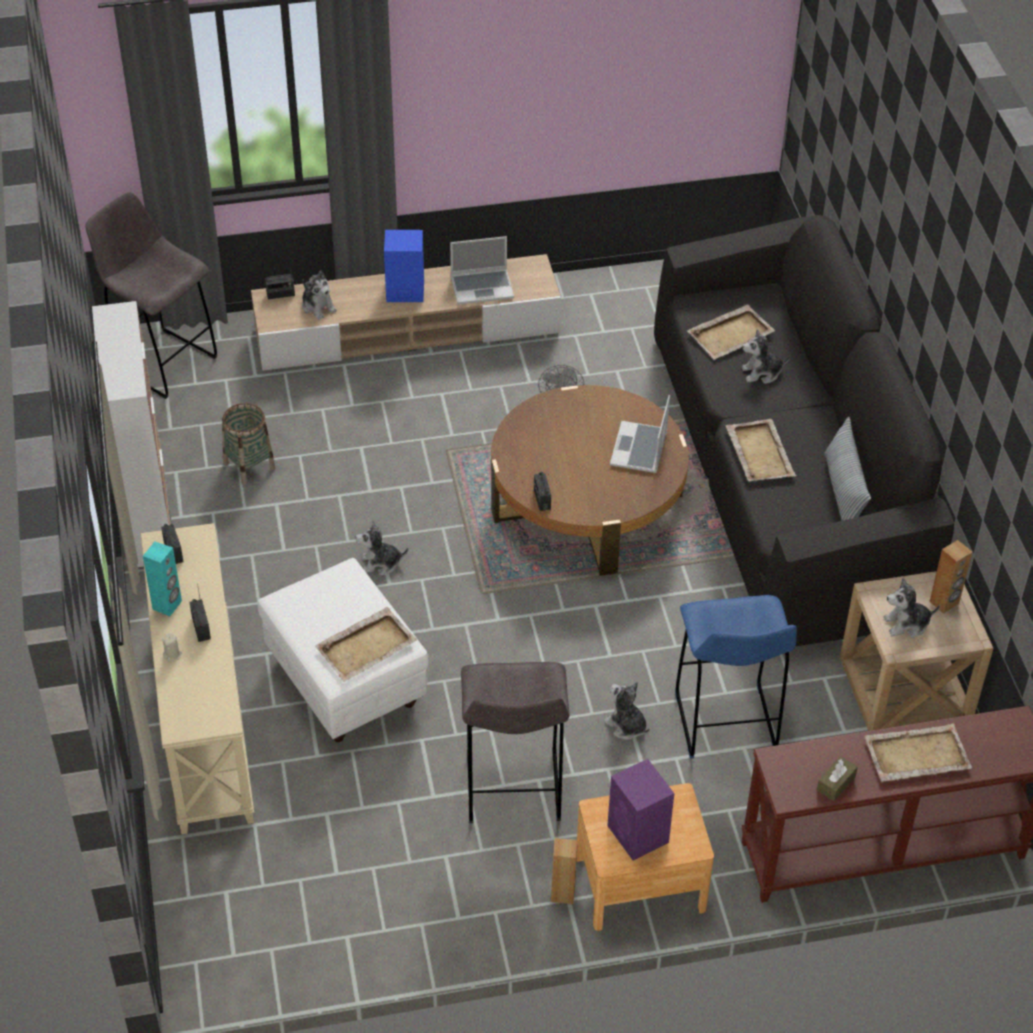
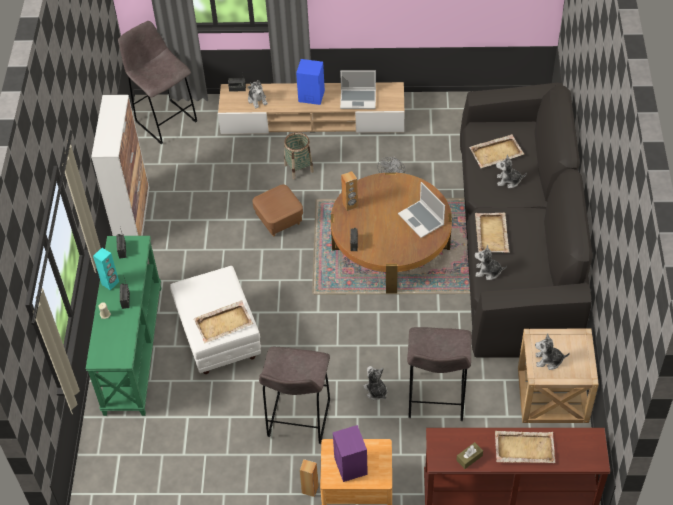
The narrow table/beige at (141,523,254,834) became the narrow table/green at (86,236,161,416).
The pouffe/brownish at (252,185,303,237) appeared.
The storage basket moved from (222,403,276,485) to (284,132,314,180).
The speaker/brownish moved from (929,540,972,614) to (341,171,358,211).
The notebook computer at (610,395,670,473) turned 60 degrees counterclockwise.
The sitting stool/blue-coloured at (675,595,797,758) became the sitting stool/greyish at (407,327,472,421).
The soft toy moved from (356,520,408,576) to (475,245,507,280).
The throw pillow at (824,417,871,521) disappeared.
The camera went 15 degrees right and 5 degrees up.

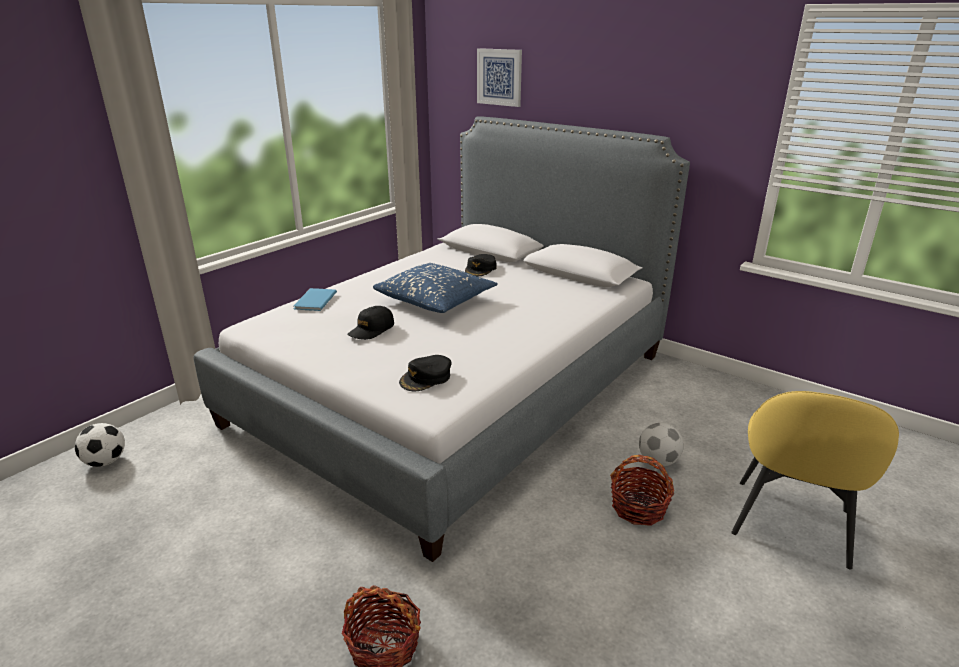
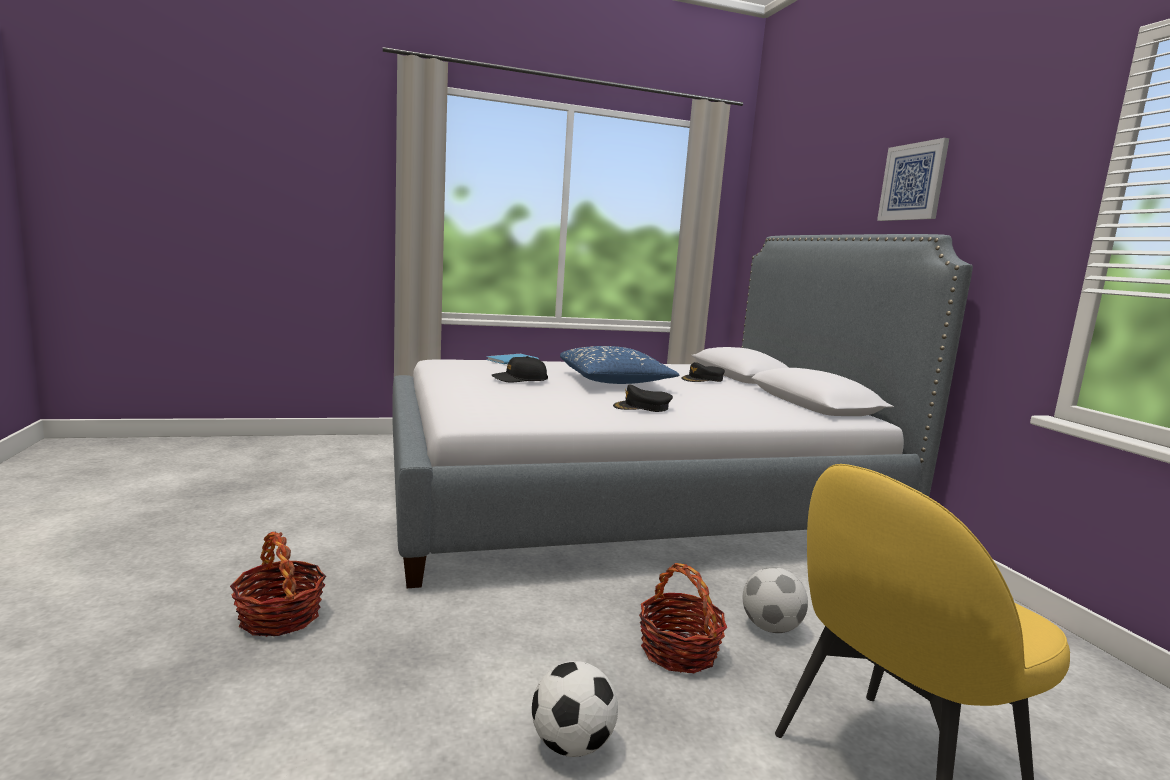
The football ball moved from (75,423,125,467) to (532,661,618,757).
The cap/black moved from (399,355,451,391) to (613,385,673,412).
The wall picture moved from (477,48,522,107) to (877,138,949,221).
The camera went 35 degrees right and 15 degrees down.

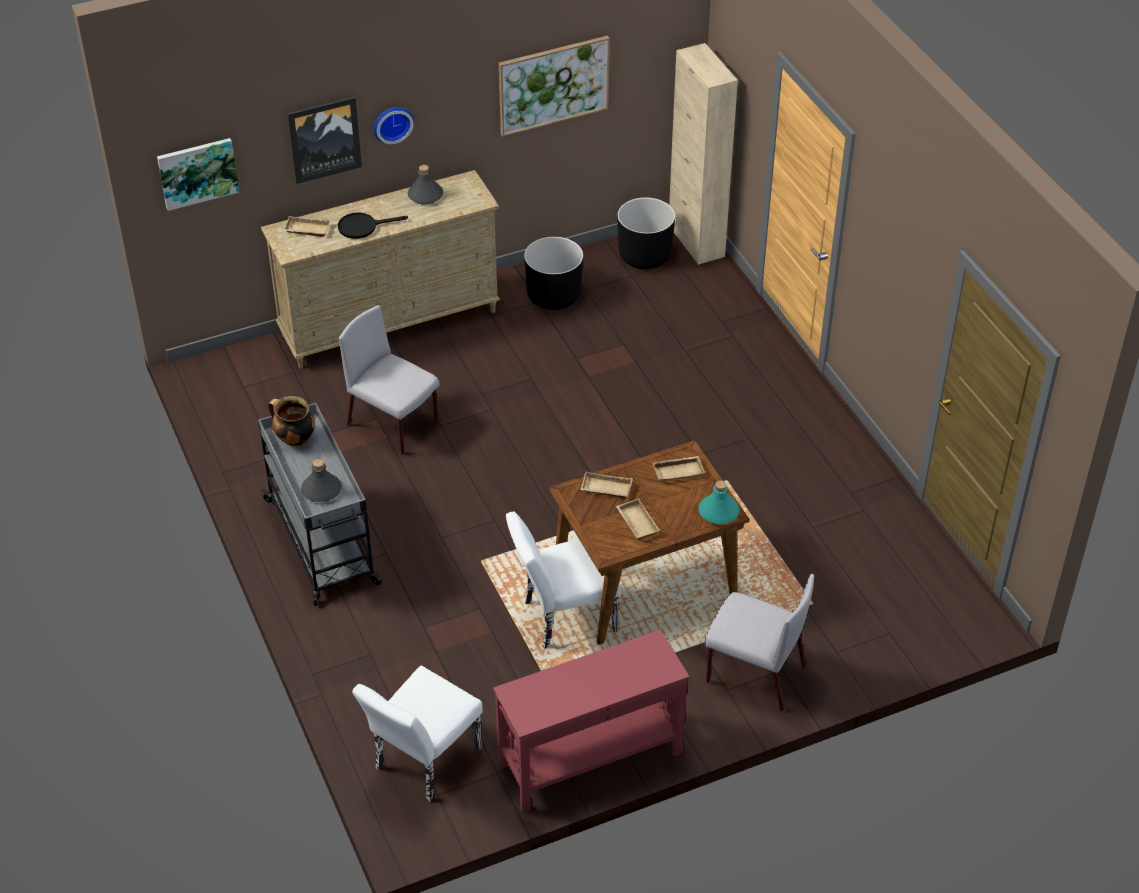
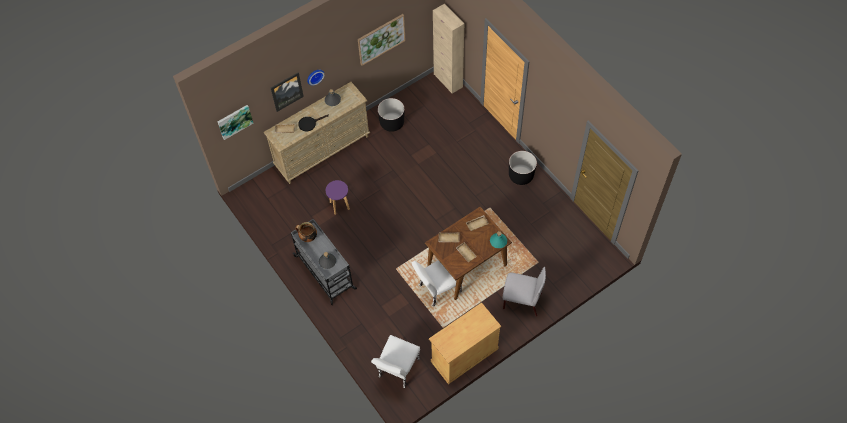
The upright chair/greyish at (339,305,440,455) was replaced by the sitting stool/purple-coloured at (326,180,350,215).
The narrow table/red-coloured at (493,629,690,813) was replaced by the storage cabinet/beige at (429,302,501,384).
The plant pot/black moved from (617,197,675,269) to (509,151,537,185).
The camera went 10 degrees left and 15 degrees up.

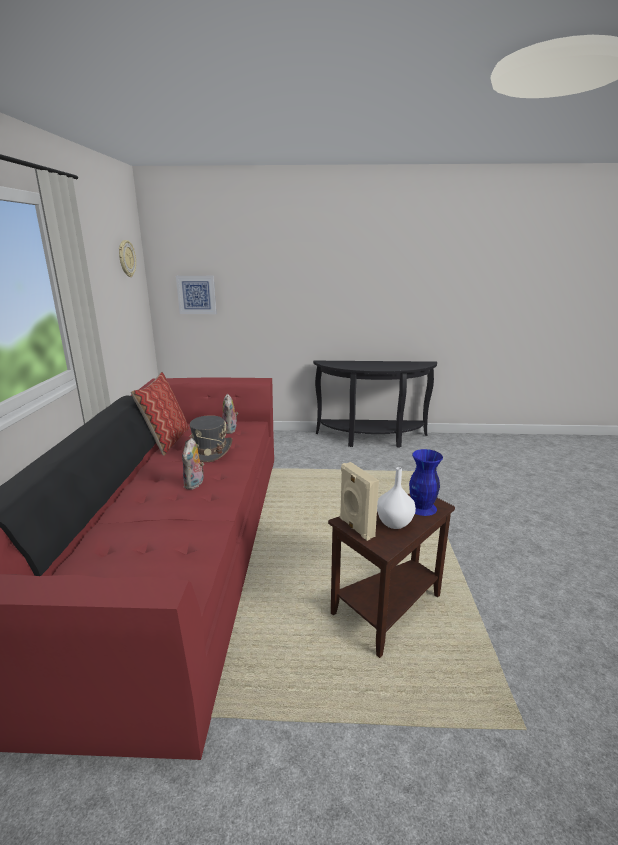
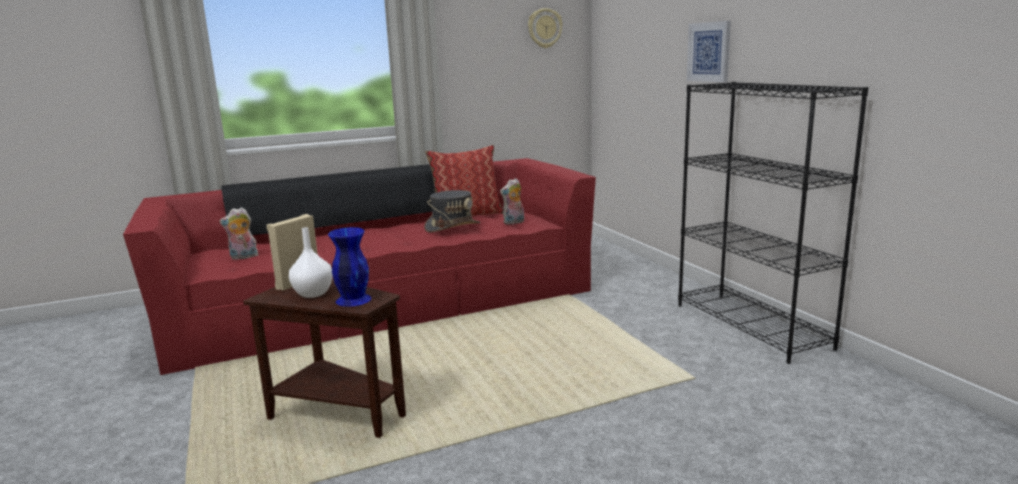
The soft toy moved from (182,438,204,490) to (220,207,258,260).
The narrow table/black at (313,361,437,448) was replaced by the bookshelf/black at (678,82,868,364).
The wall picture moved from (176,276,216,314) to (687,21,731,82).
The camera went 65 degrees right and 5 degrees down.

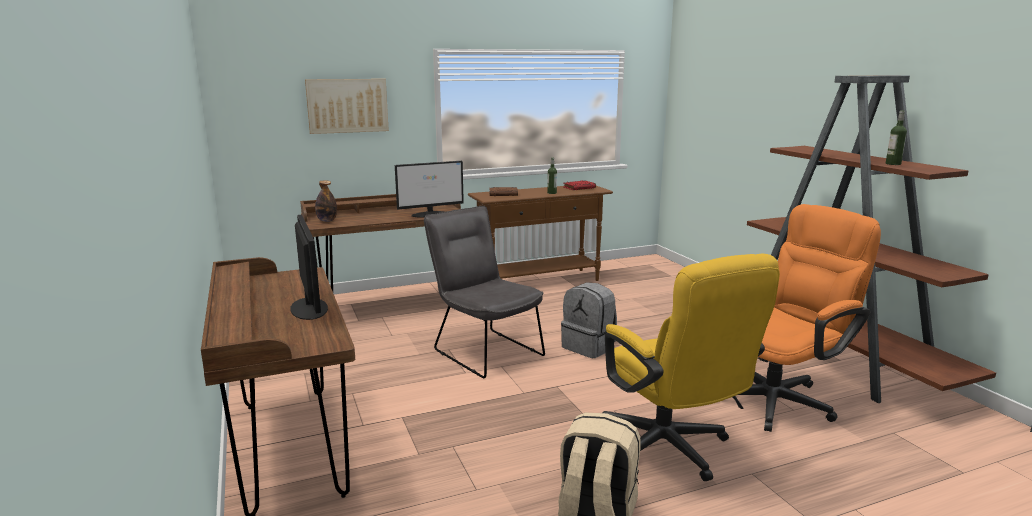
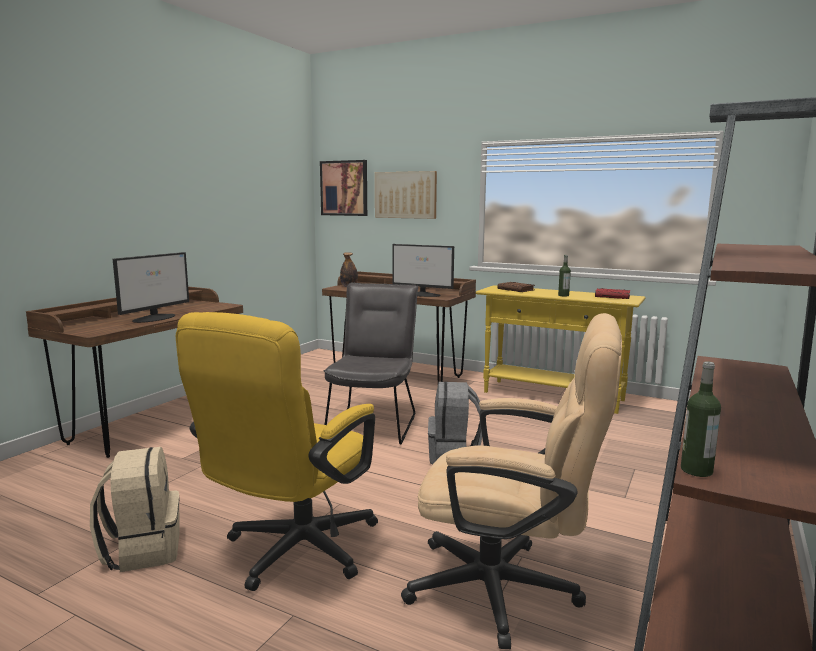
The wall picture at (320,160,367,216) appeared.
The desk chair/orange at (738,204,881,432) became the desk chair/beige at (401,313,622,649).
The narrow table/brownish at (468,186,613,281) became the narrow table/yellow-coloured at (476,285,646,414).
The bottle moved from (886,111,907,165) to (681,361,721,477).
The camera went 50 degrees right and 5 degrees down.

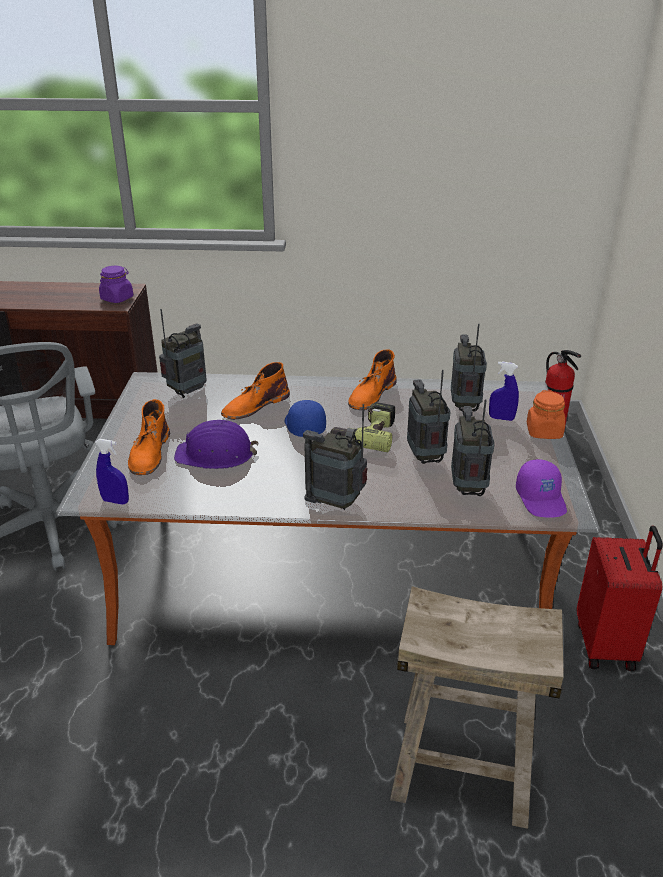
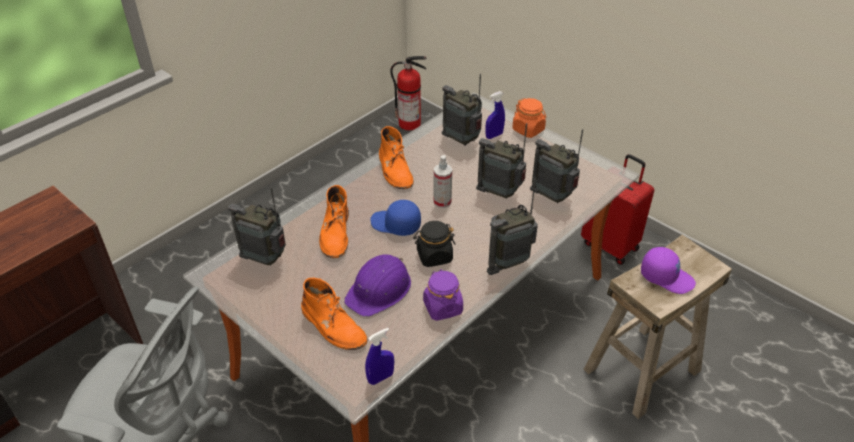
The radio set at (159,309,207,398) turned 60 degrees counterclockwise.
The jar/black at (413,221,455,267) appeared.
The jar/purple-coloured moved from (99,266,133,303) to (423,269,463,321).
The power drill at (329,402,395,452) was replaced by the hand sprayer at (433,155,452,208).
The cap/purple-coloured moved from (516,459,567,518) to (641,247,696,294).
The camera went 50 degrees left and 10 degrees up.

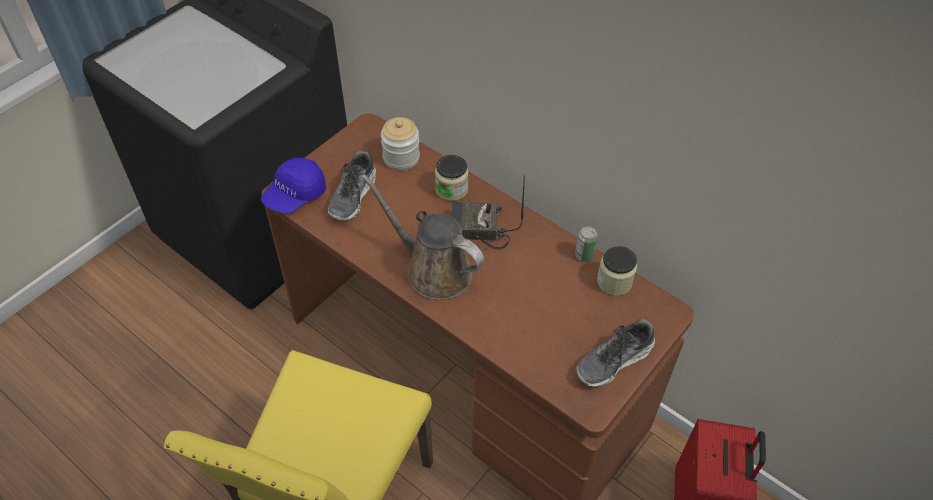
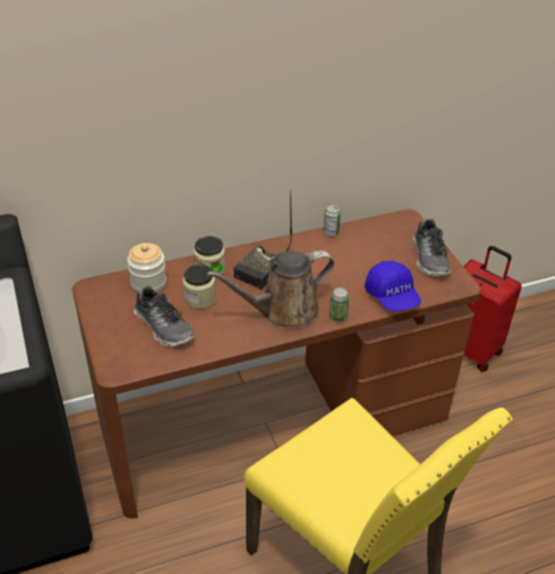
The jar moved from (597,246,637,295) to (183,264,216,309).
The can at (329,287,349,322) appeared.
The cap/blue-coloured moved from (261,157,326,213) to (365,261,421,311).
The camera went 60 degrees left and 10 degrees down.

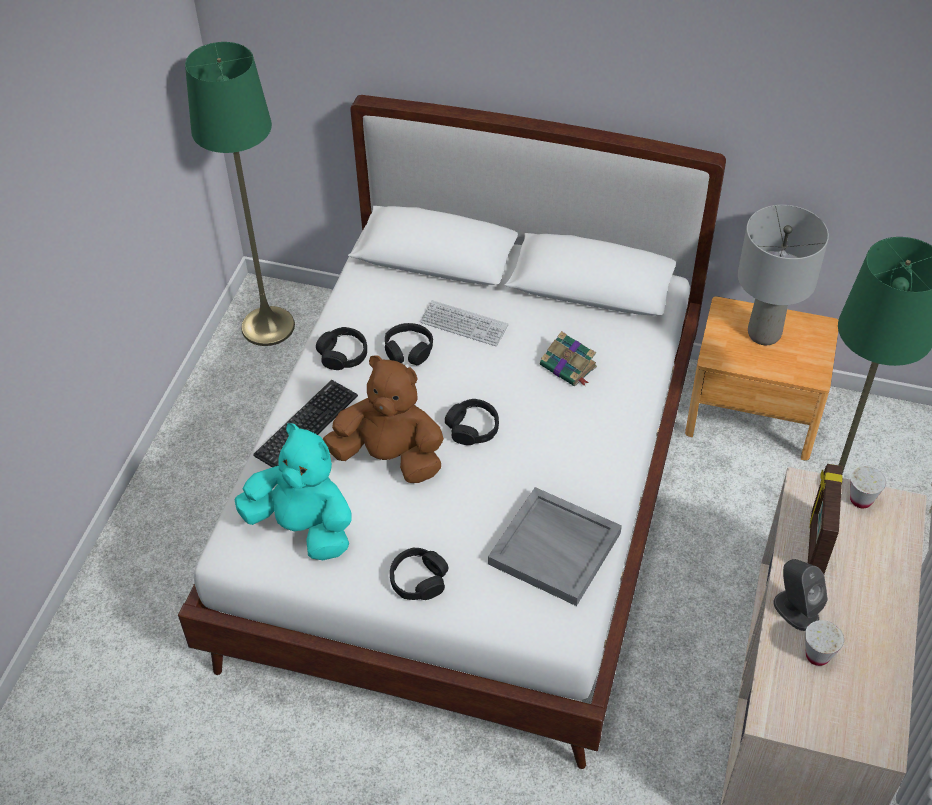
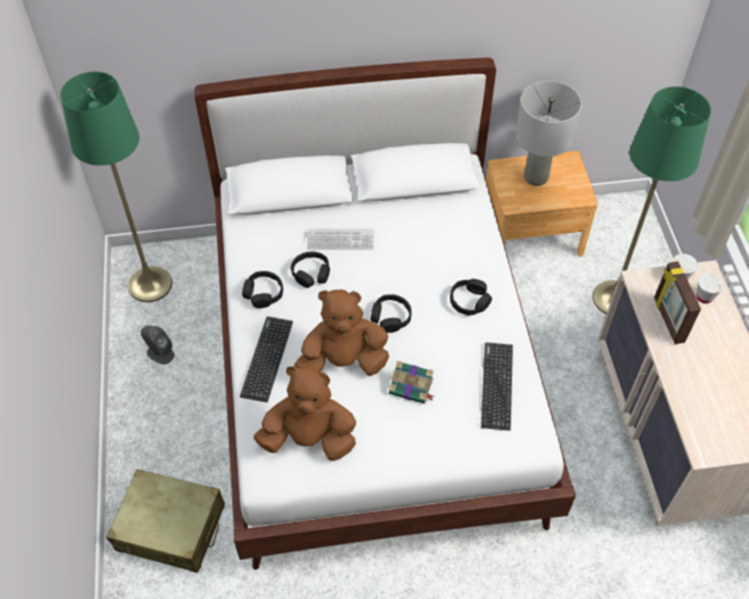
The suitcase/beige at (106,469,225,573) appeared.
The speaker/greyish moved from (773,559,828,631) to (141,326,174,364).
The soft toy/turquoise-coloured at (234,423,352,560) became the soft toy/brownish at (254,366,356,461).
The volume moved from (540,331,597,386) to (389,361,435,404).
The headset/black moved from (390,548,448,600) to (450,279,492,316).
The serving tray/greyish at (488,487,622,606) was replaced by the computer keyboard at (481,342,513,431).
The small cup/whitish moved from (805,620,844,666) to (696,273,724,304).
The camera went 25 degrees left and 5 degrees up.

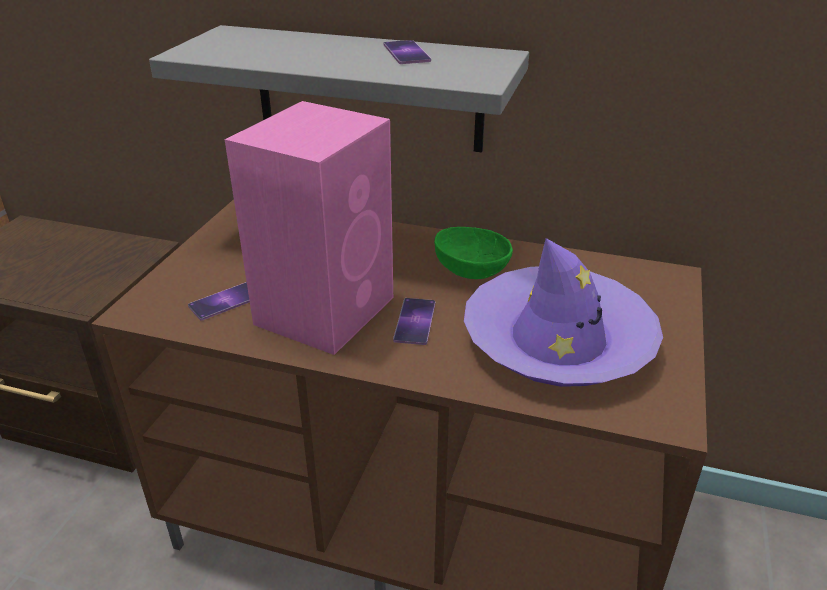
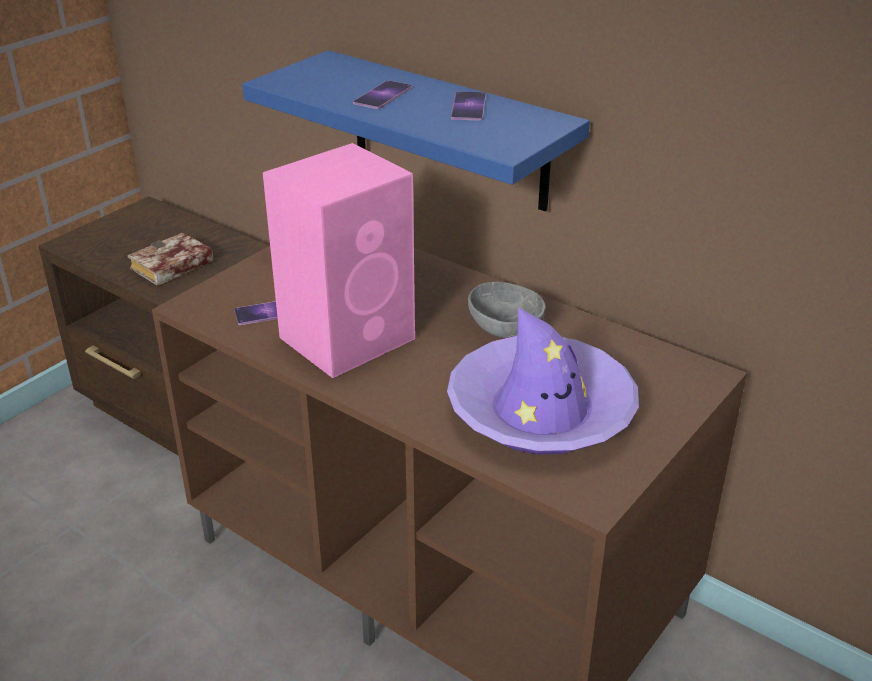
The volume at (127,232,213,286) appeared.
The shelf/greyish at (149,25,529,152) became the shelf/blue-coloured at (242,50,590,212).
The phone moved from (393,298,435,345) to (353,80,412,109).
The deep dish/green at (434,227,513,279) became the deep dish/greyish at (468,282,545,338).
The camera went 20 degrees right and 0 degrees up.

